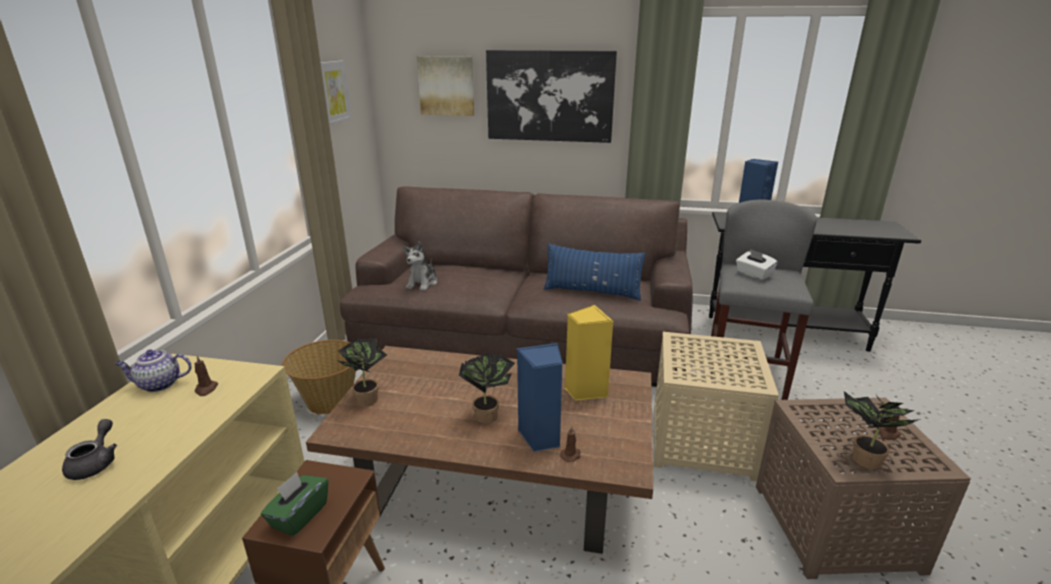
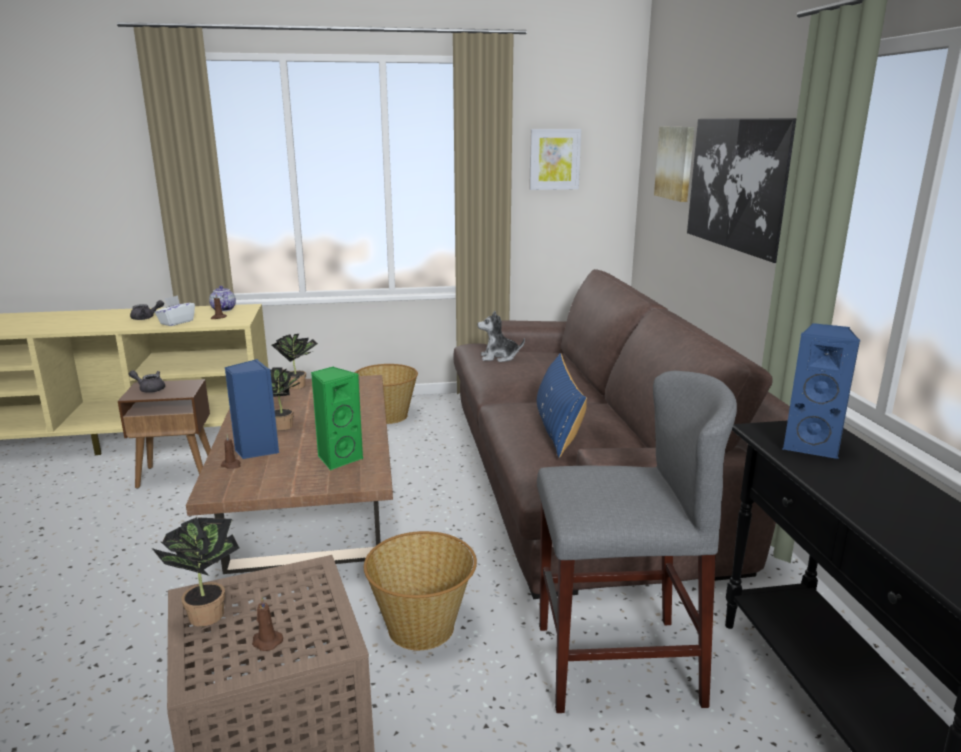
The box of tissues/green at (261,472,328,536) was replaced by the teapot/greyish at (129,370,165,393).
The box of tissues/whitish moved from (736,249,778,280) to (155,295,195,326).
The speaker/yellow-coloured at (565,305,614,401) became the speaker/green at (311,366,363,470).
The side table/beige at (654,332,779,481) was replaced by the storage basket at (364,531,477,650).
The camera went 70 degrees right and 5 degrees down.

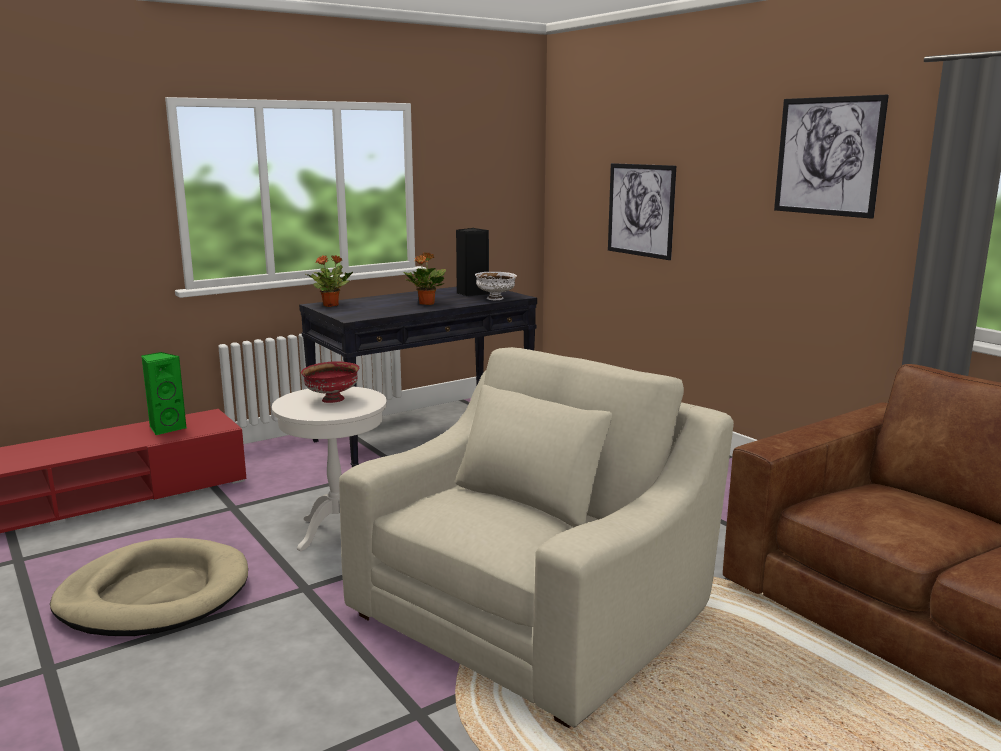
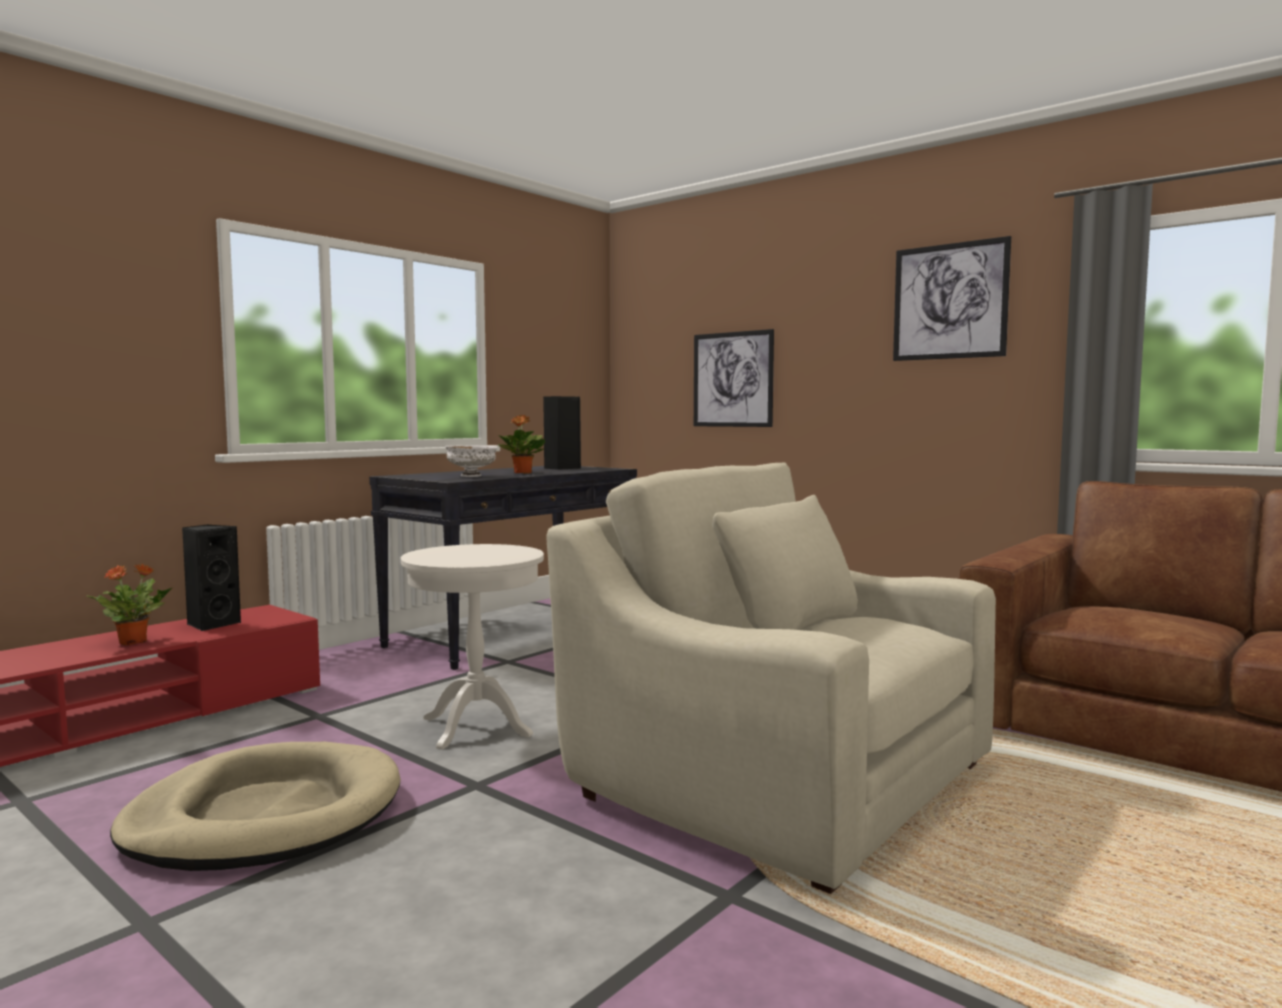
The plant in a pot moved from (306,255,353,307) to (86,564,172,645).
The speaker/green at (142,352,187,436) became the speaker/black at (182,524,241,631).
The deep dish/whitish moved from (475,272,517,300) to (445,445,498,477).
The lounge chair/beige at (339,347,734,728) turned 75 degrees counterclockwise.
The deep dish/red-coloured at (301,361,359,403) disappeared.
The camera went 15 degrees left and 10 degrees down.

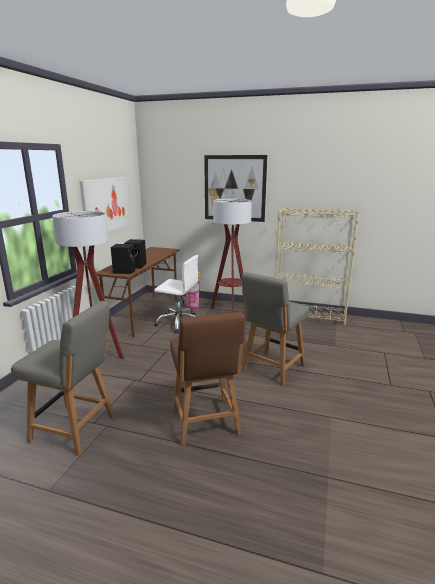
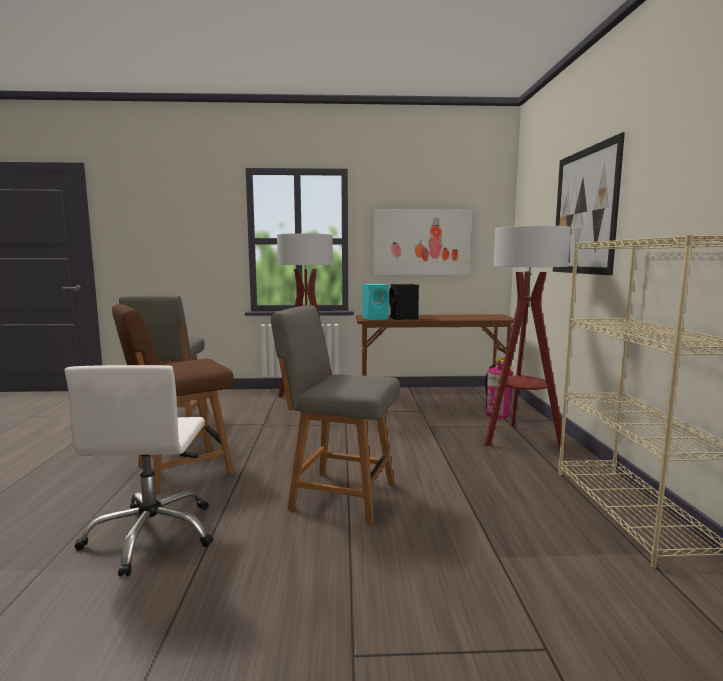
The desk chair/whitish moved from (154,255,198,333) to (64,365,213,576).
The speaker/black at (111,244,136,274) became the speaker/turquoise-coloured at (362,284,389,320).
The camera went 70 degrees right and 10 degrees down.

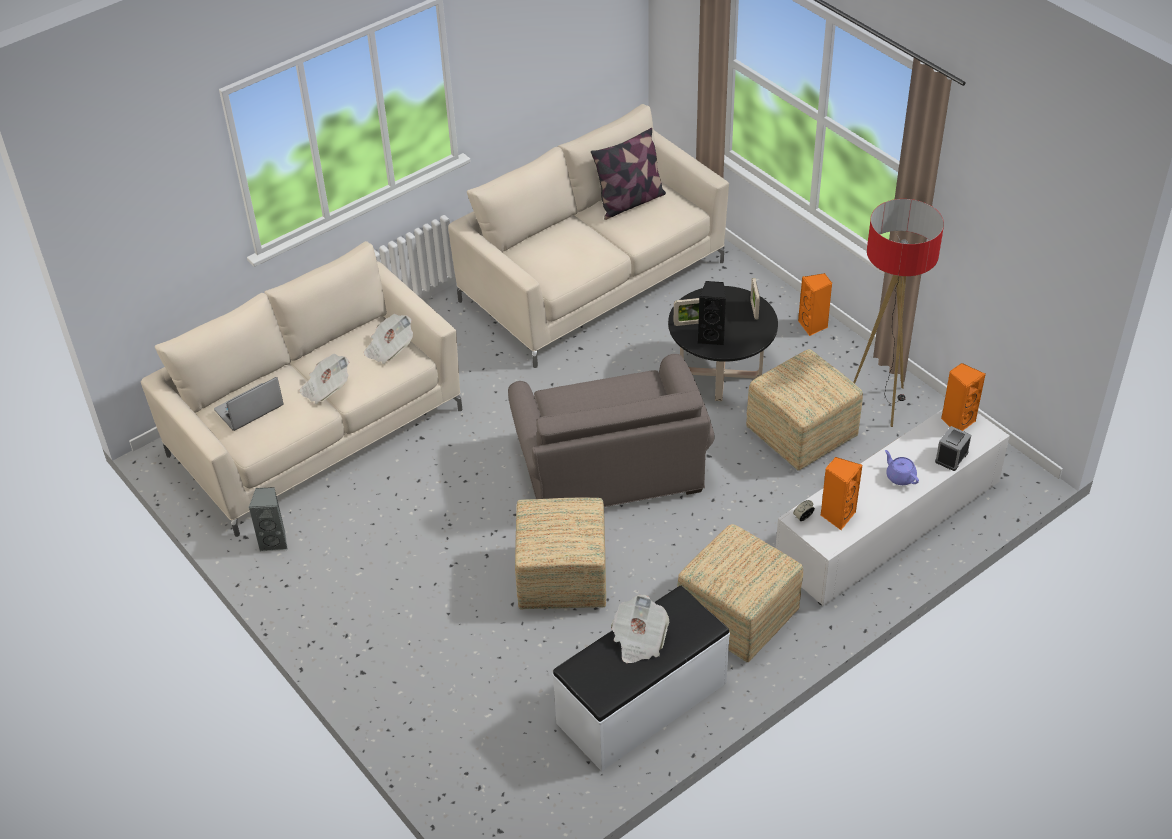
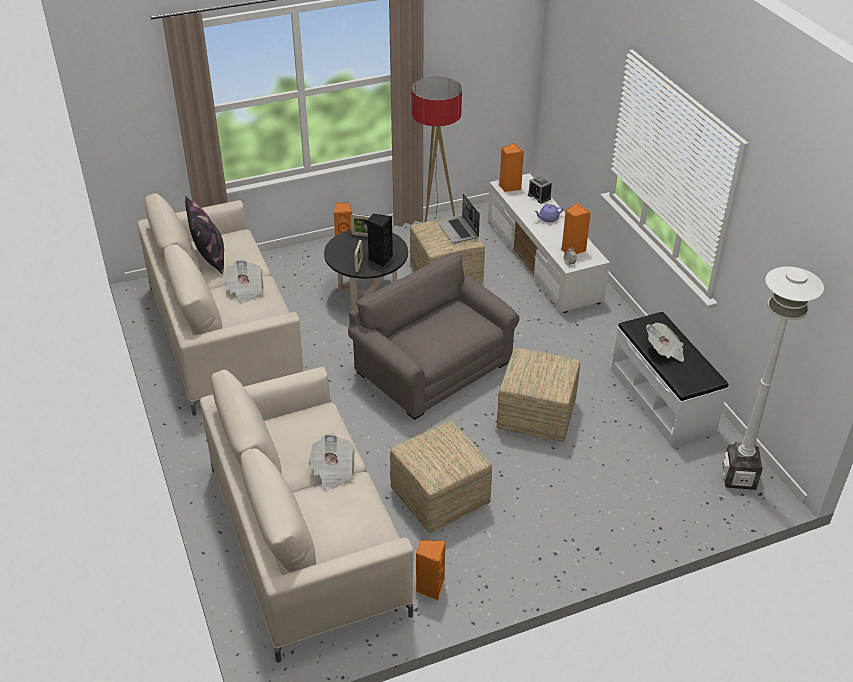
The newspaper moved from (364,314,413,364) to (225,259,264,303).
The lounge chair/greyish at (508,354,715,507) turned 135 degrees counterclockwise.
The pouffe moved from (677,524,803,662) to (390,421,492,533).
The speaker/greyish at (249,487,288,551) became the speaker/orange at (416,540,445,601).
The notebook computer moved from (214,377,284,431) to (437,194,480,243).
The standard lamp/whitish at (722,267,824,490) appeared.
The camera went 75 degrees left and 5 degrees down.

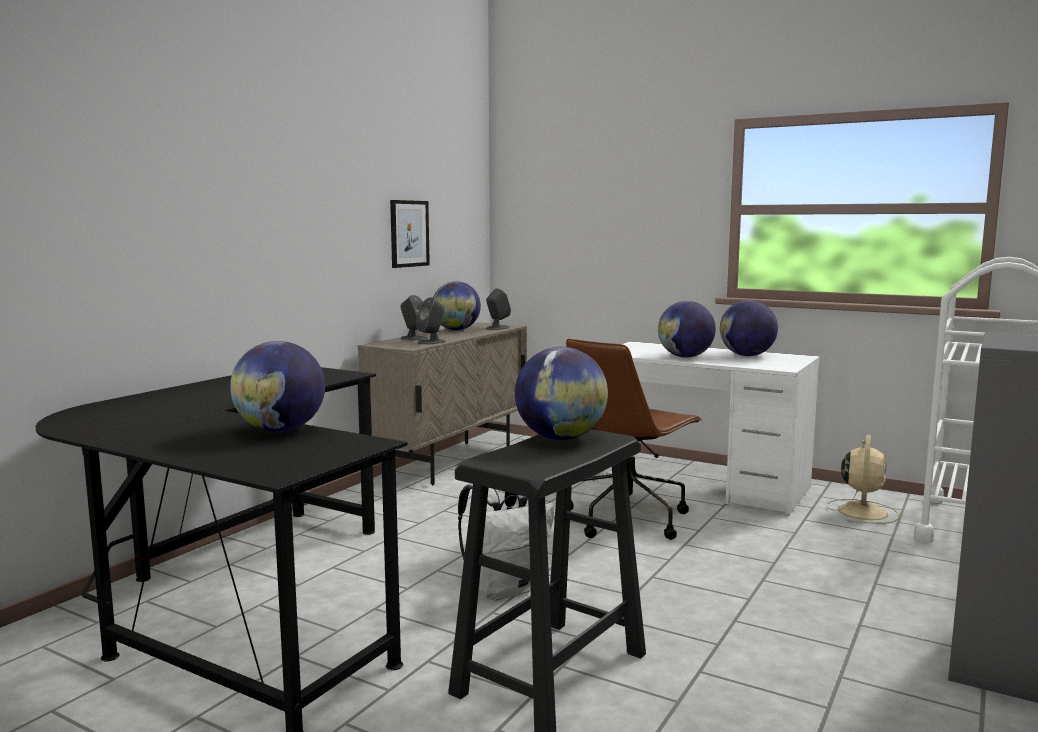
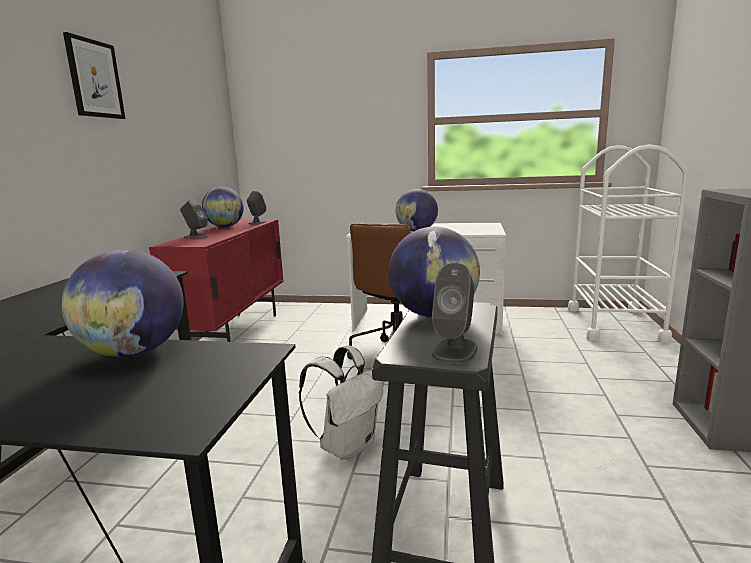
The wall picture moved from (390,200,430,268) to (63,32,126,119).
The storage cabinet/beige at (358,322,527,485) became the storage cabinet/red-coloured at (149,219,284,342).
The speaker/greyish moved from (416,297,446,345) to (432,263,477,364).
The globe at (720,300,778,356) disappeared.
The cooling fan/beige at (826,434,899,524) disappeared.
The camera went 20 degrees left and 5 degrees up.

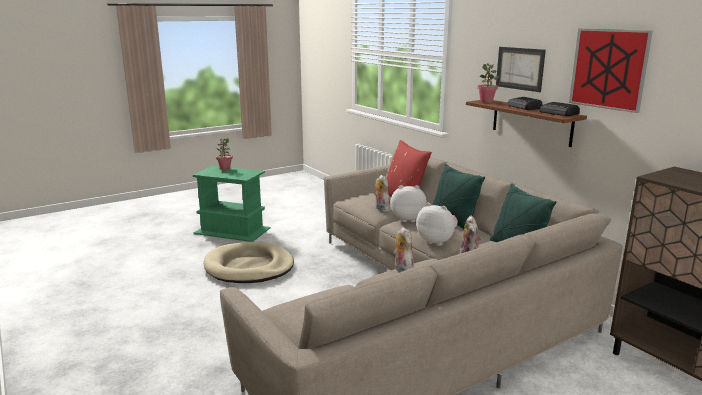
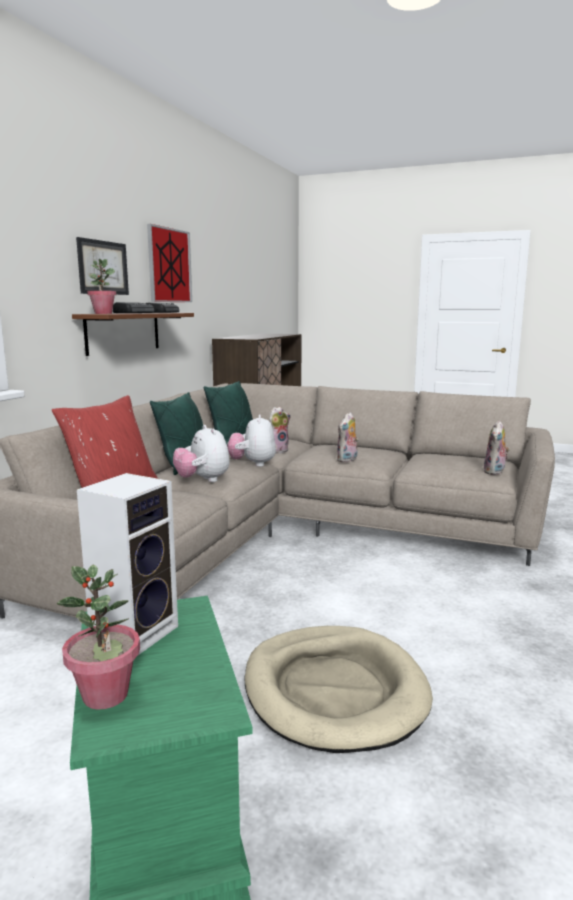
The speaker at (77,473,178,655) appeared.
The soft toy moved from (375,175,390,212) to (484,420,510,475).
The camera went 125 degrees left and 5 degrees down.

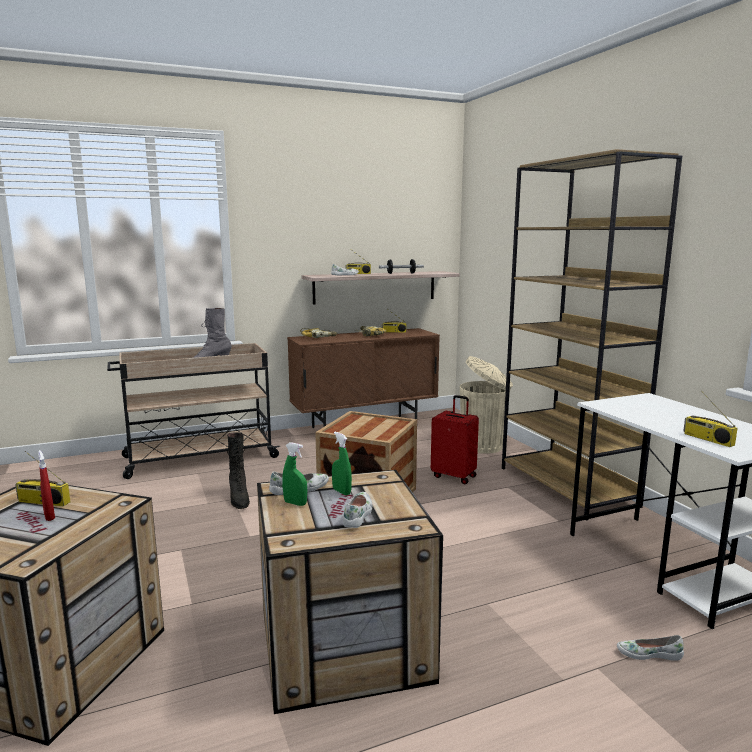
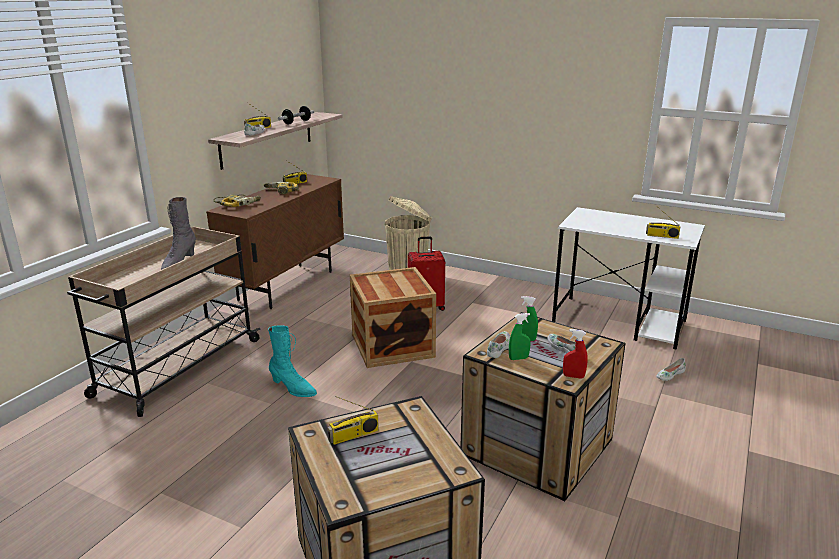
The high-top boot/black at (227,432,250,509) became the high-top boot/turquoise-coloured at (268,326,317,397).
The hand sprayer/red-coloured moved from (38,450,55,521) to (563,329,588,379).
The bookshelf/brownish at (502,149,682,521) disappeared.
The camera went 40 degrees left and 10 degrees up.

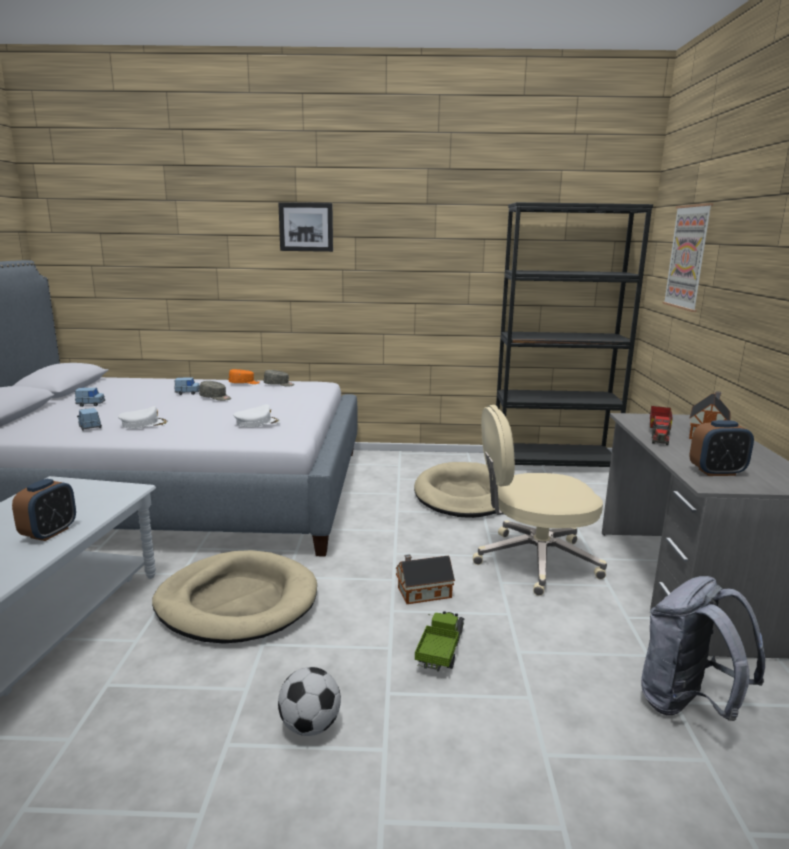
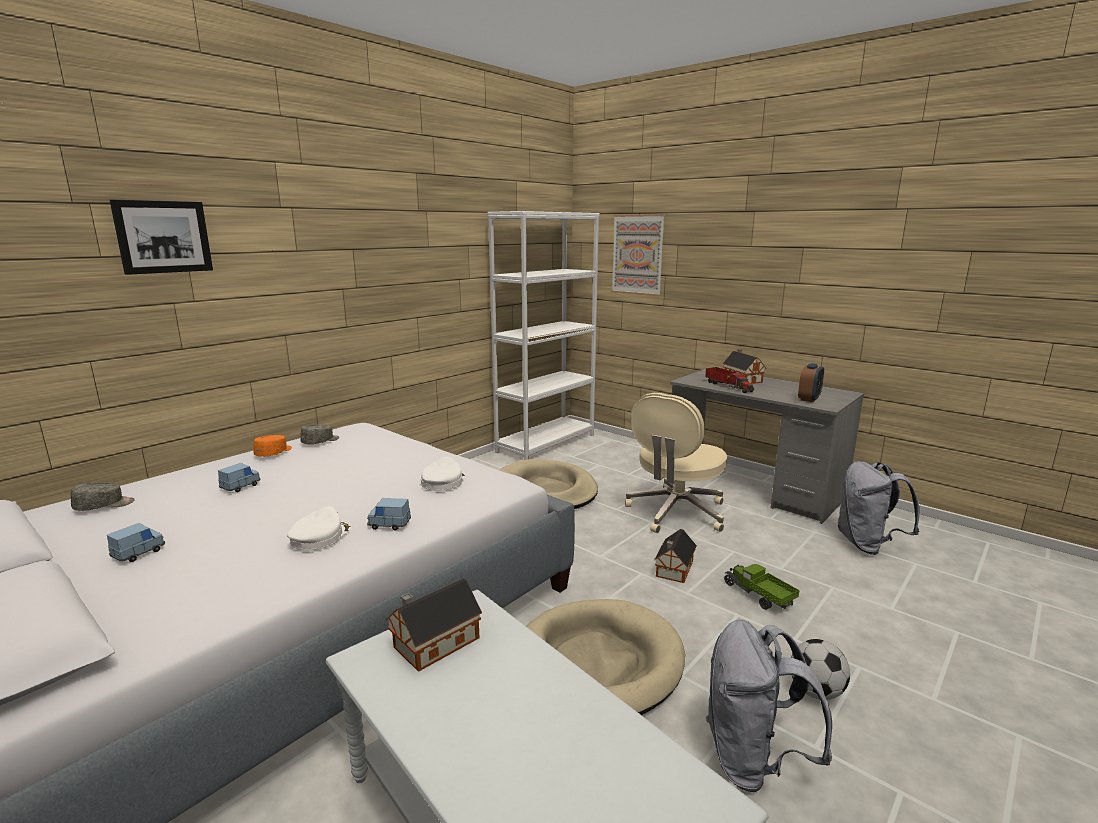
The cap/greyish moved from (199,381,231,401) to (71,482,135,511).
The wall picture moved from (278,202,333,252) to (110,199,213,275).
The miniature car/blue-coloured moved from (77,408,102,431) to (367,498,411,531).
The toy house at (386,578,482,672) appeared.
The bookshelf/black at (496,202,653,467) became the bookshelf/whitish at (487,211,600,460).
The backpack/greyish at (706,619,832,792) appeared.
The bedside clock at (12,479,76,541) disappeared.
The camera went 50 degrees left and 0 degrees up.

